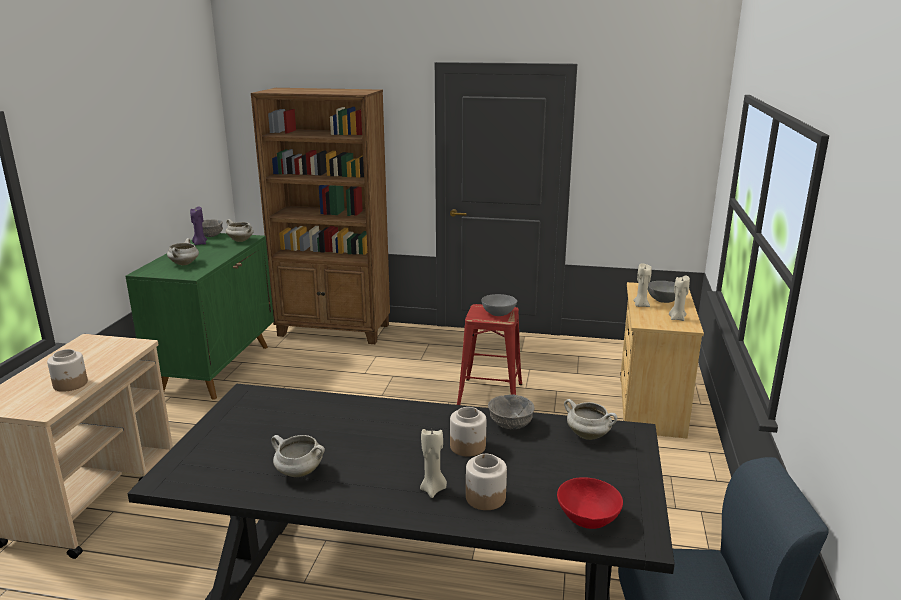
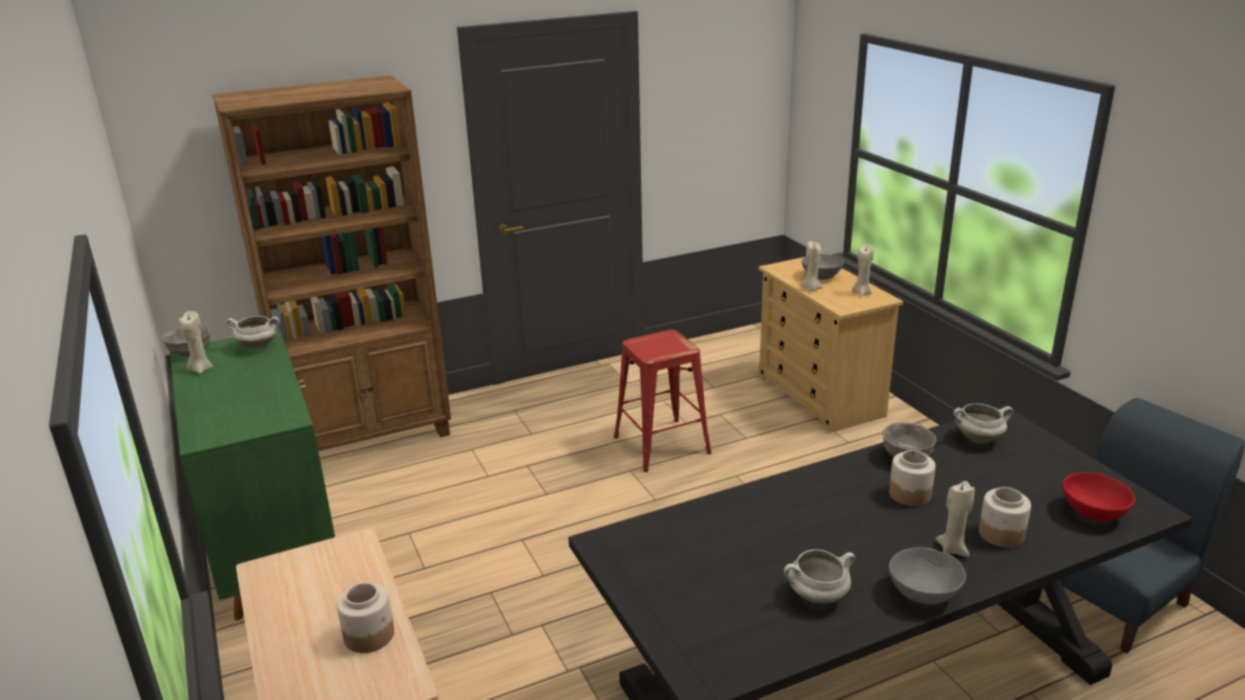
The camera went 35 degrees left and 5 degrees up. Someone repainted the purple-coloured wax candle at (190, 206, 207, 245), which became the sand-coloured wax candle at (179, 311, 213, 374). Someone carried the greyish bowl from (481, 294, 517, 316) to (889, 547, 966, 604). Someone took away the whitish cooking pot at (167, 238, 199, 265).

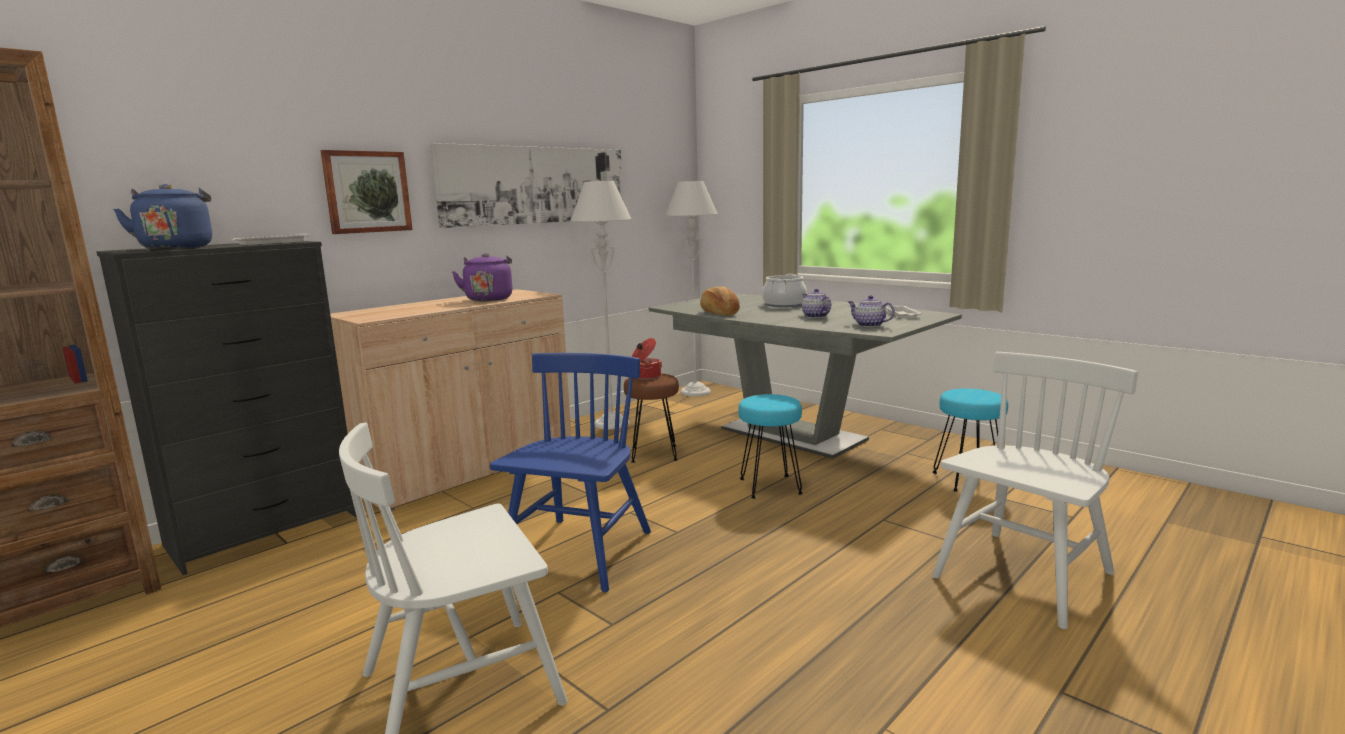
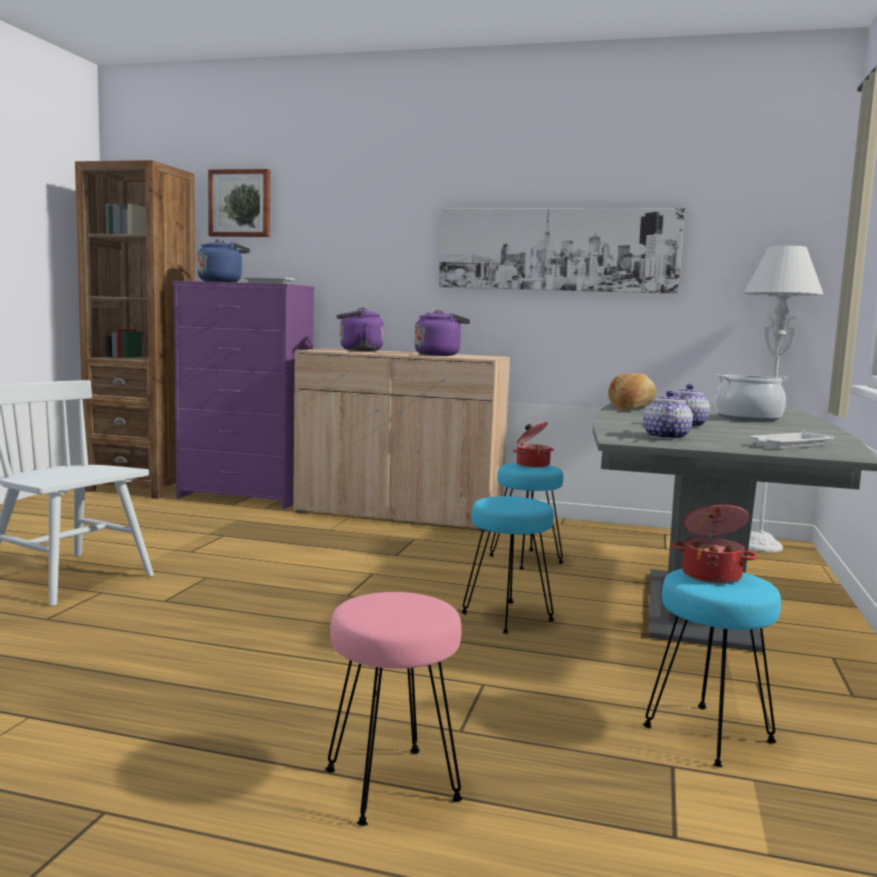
The camera went 60 degrees right and 5 degrees down. Someone repainted the black-coloured chest of drawers at (96, 241, 357, 575), which became the purple-coloured chest of drawers at (173, 281, 315, 509). Someone carried the wall picture from (320, 150, 413, 234) to (208, 169, 270, 237). Someone swapped the whitish upright chair at (932, 352, 1138, 629) for the pink stool at (325, 592, 463, 826). Someone put down the purple-coloured kettle at (336, 307, 384, 351). Someone repainted the brown stool at (624, 374, 679, 463), which became the turquoise-coloured stool at (489, 463, 564, 570). Someone put down the cooking pot at (672, 505, 758, 584). Someone took away the blue upright chair at (490, 353, 651, 592). Someone took away the greyish floor lamp at (570, 181, 632, 430).

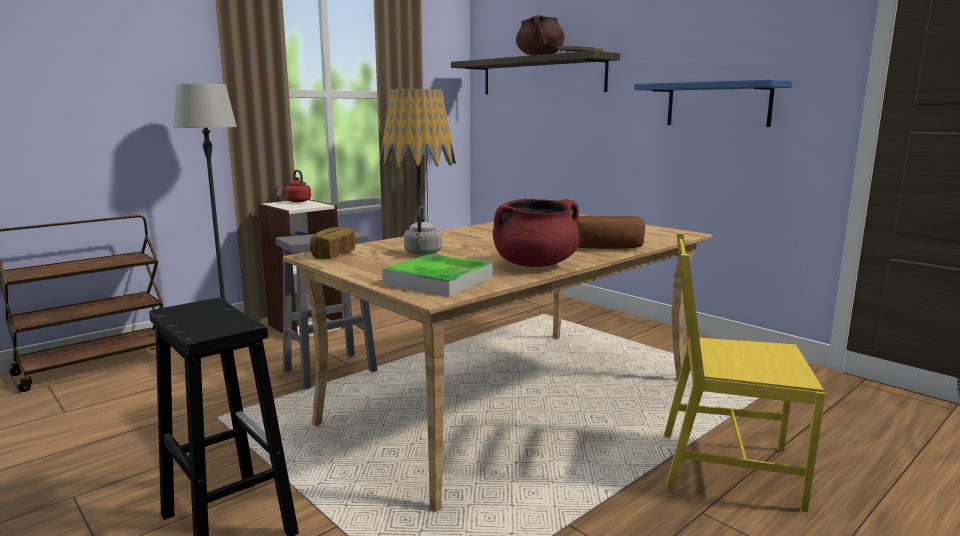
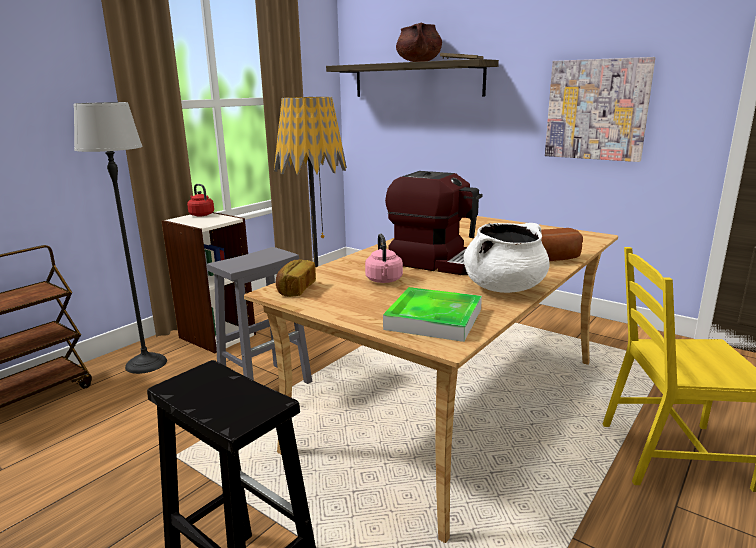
The camera went 10 degrees left and 5 degrees up. Someone repainted the greyish kettle at (404, 206, 442, 255), which became the pink kettle at (365, 234, 403, 283). Someone put down the coffee brewer at (385, 171, 483, 275). Someone repainted the red cooking pot at (493, 198, 579, 267), which became the whitish cooking pot at (464, 223, 550, 293). Someone swapped the blue bracket shelf at (634, 80, 792, 127) for the wall picture at (545, 57, 655, 162).

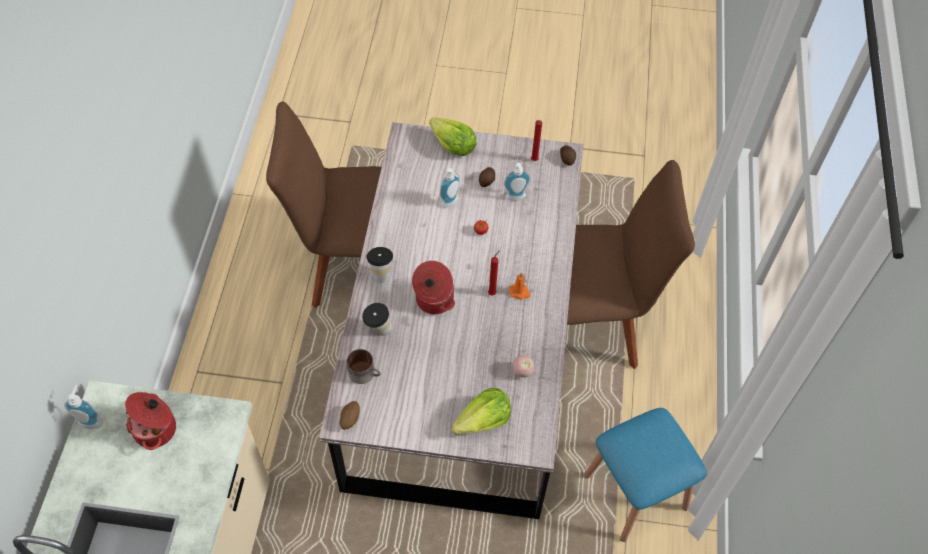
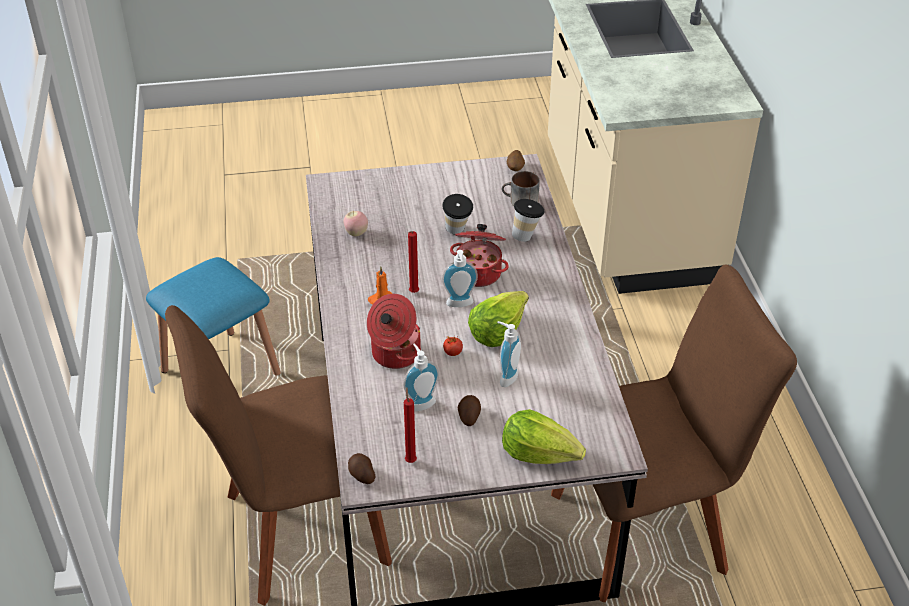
The camera went 165 degrees right and 15 degrees down. Someone carried the cooking pot from (125, 392, 176, 450) to (367, 294, 421, 369). Someone carried the drinking cup from (367, 247, 393, 283) to (442, 194, 473, 234). Someone carried the soap dispenser from (64, 385, 103, 429) to (442, 250, 478, 307). Someone carried the lettuce from (451, 388, 511, 435) to (468, 291, 529, 347).

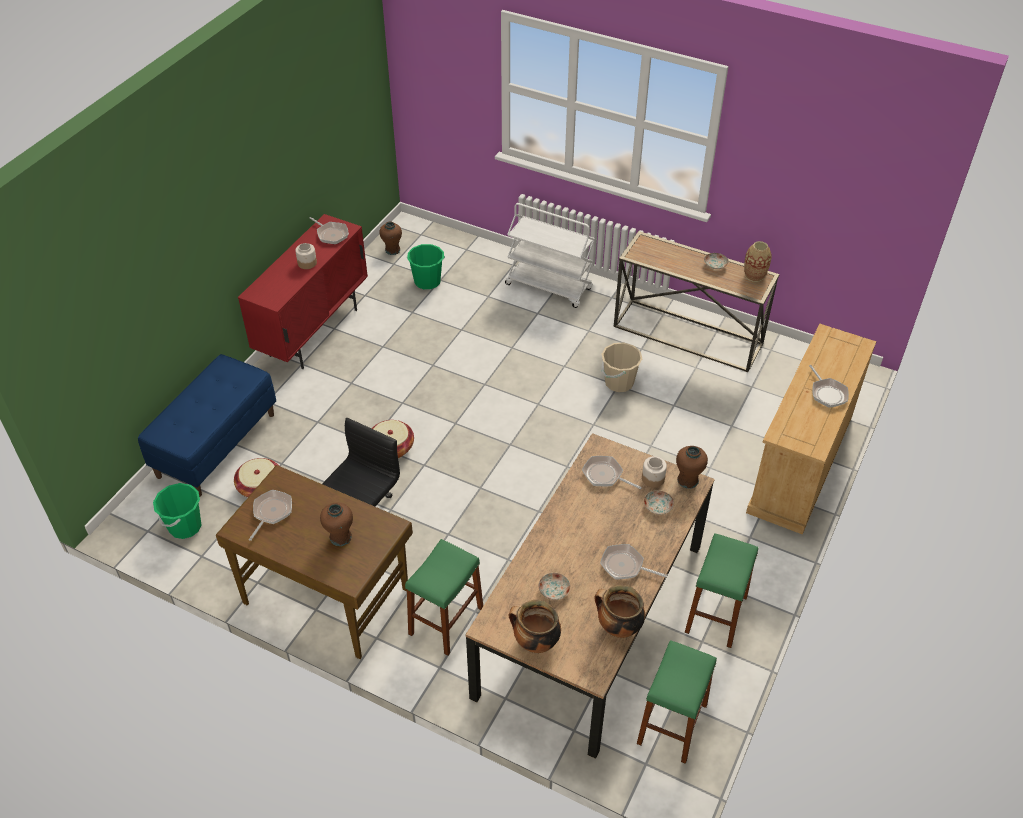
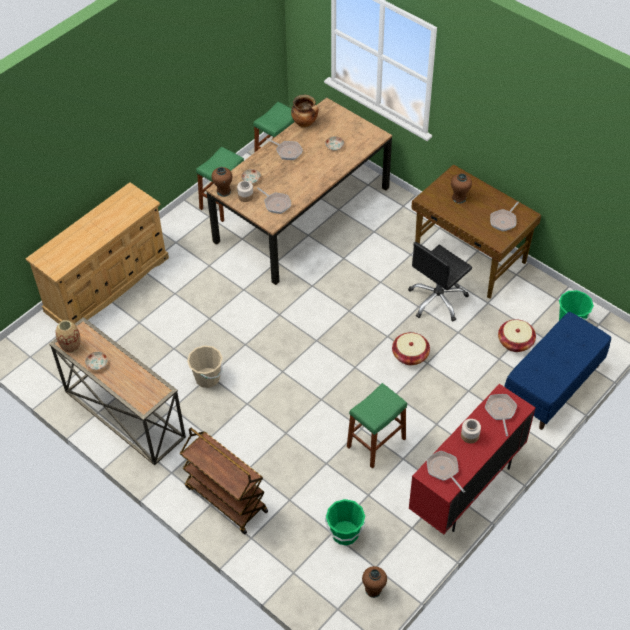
The camera went 165 degrees left and 5 degrees up. Someone repainted the whitish trolley at (505, 203, 595, 308), which became the brown trolley at (180, 428, 268, 534). Someone carried the green-coloured stool from (405, 539, 483, 656) to (347, 383, 407, 469). Someone carried the pan from (809, 365, 849, 408) to (485, 394, 517, 436). Someone took away the cooking pot at (508, 600, 561, 653).

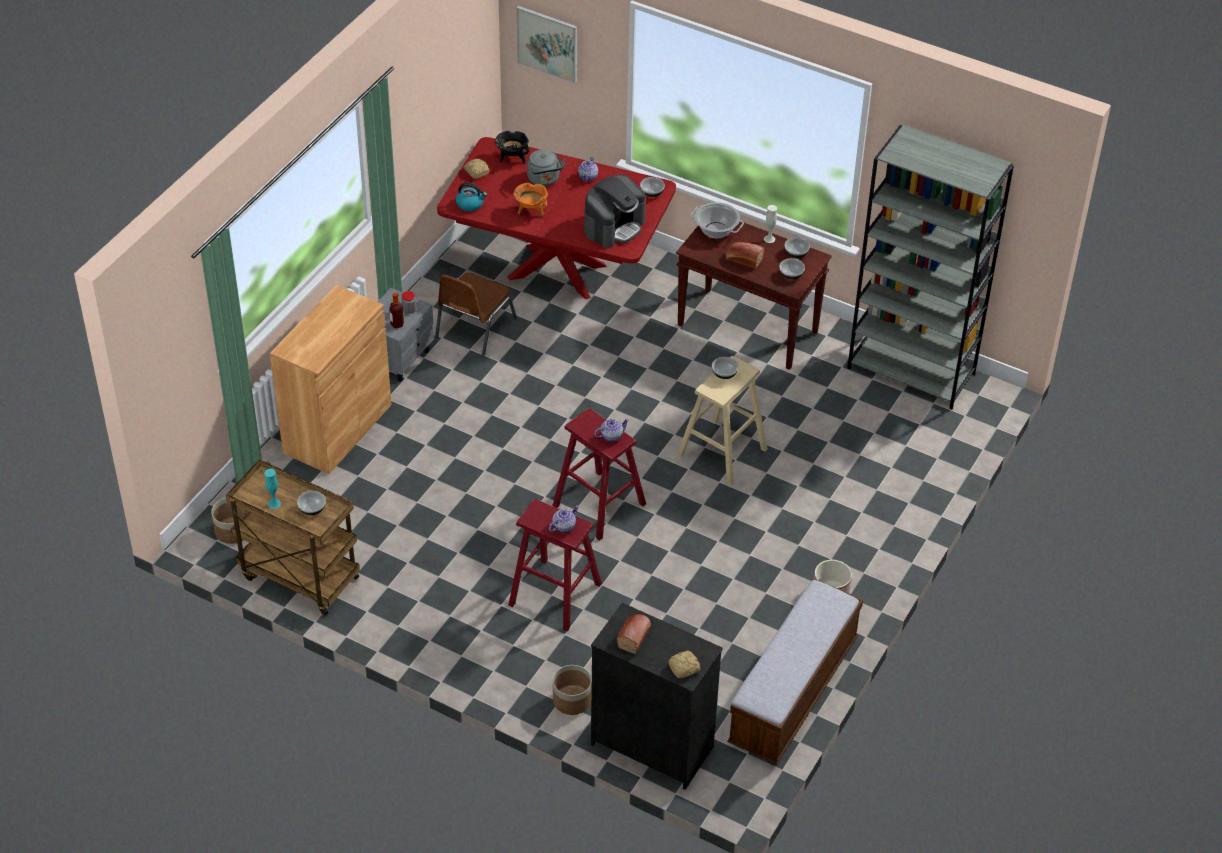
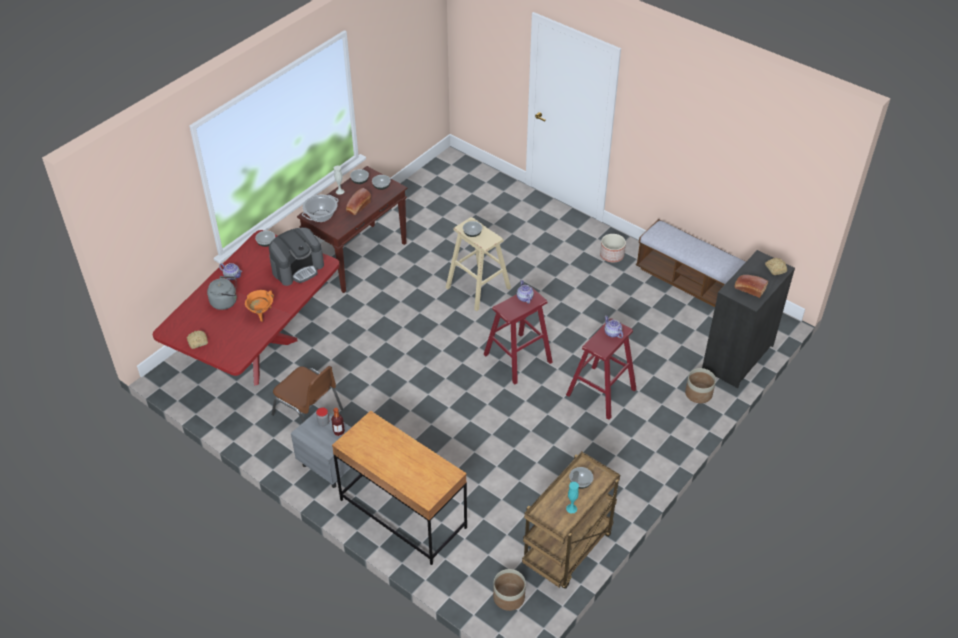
The camera went 80 degrees left and 0 degrees up. Someone rotated the coffee brewer at (584, 174, 646, 248) by 90 degrees clockwise. Someone swapped the brown storage cabinet at (270, 285, 392, 474) for the brown desk unit at (332, 411, 467, 565). Someone took away the kettle at (456, 183, 487, 211). Someone took away the black-coloured cooking pot at (495, 131, 529, 163). Someone took away the wall picture at (516, 6, 577, 84). Someone took away the greyish shelving unit at (847, 125, 1014, 409).

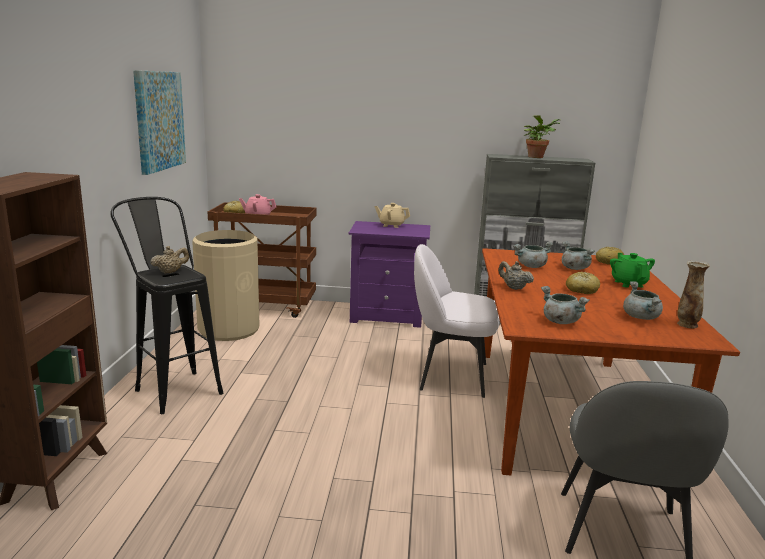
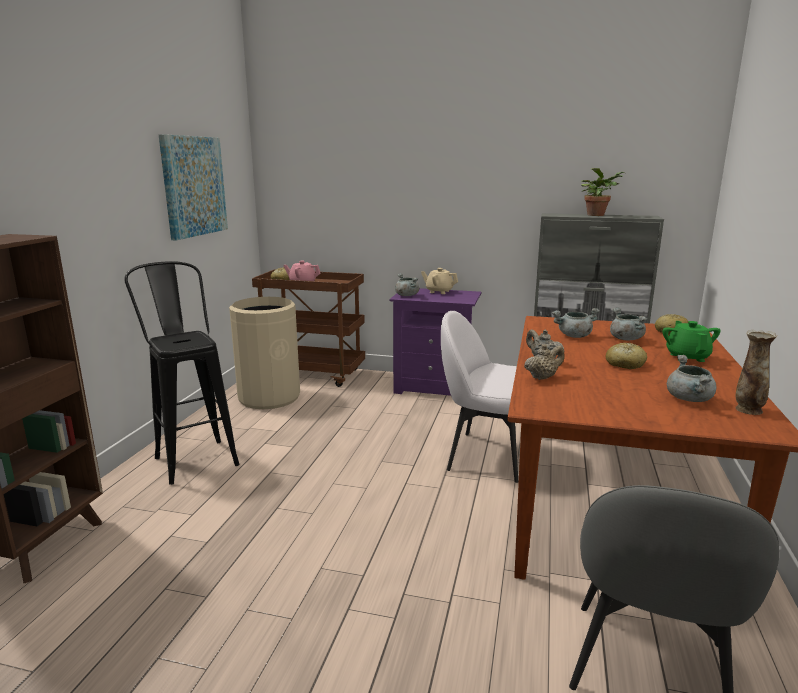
The camera went 10 degrees right and 0 degrees up. Someone carried the greyish cooking pot from (541, 286, 590, 324) to (395, 273, 420, 296). Someone carried the sand-coloured teapot from (151, 246, 189, 274) to (524, 344, 565, 380).

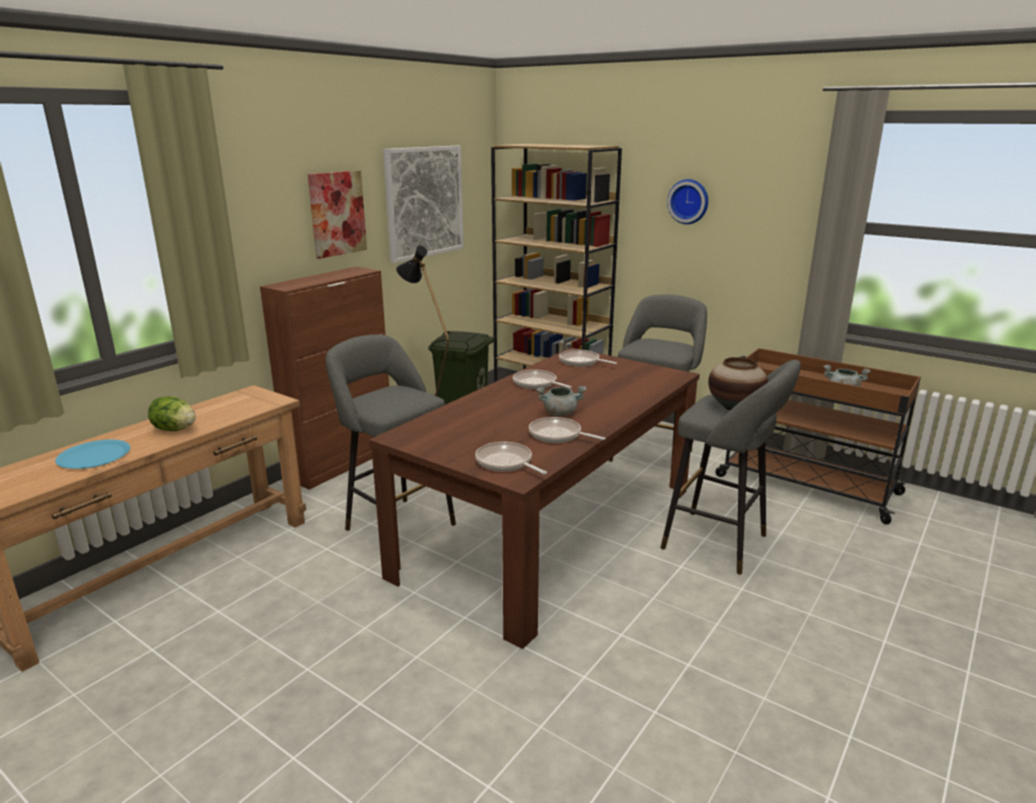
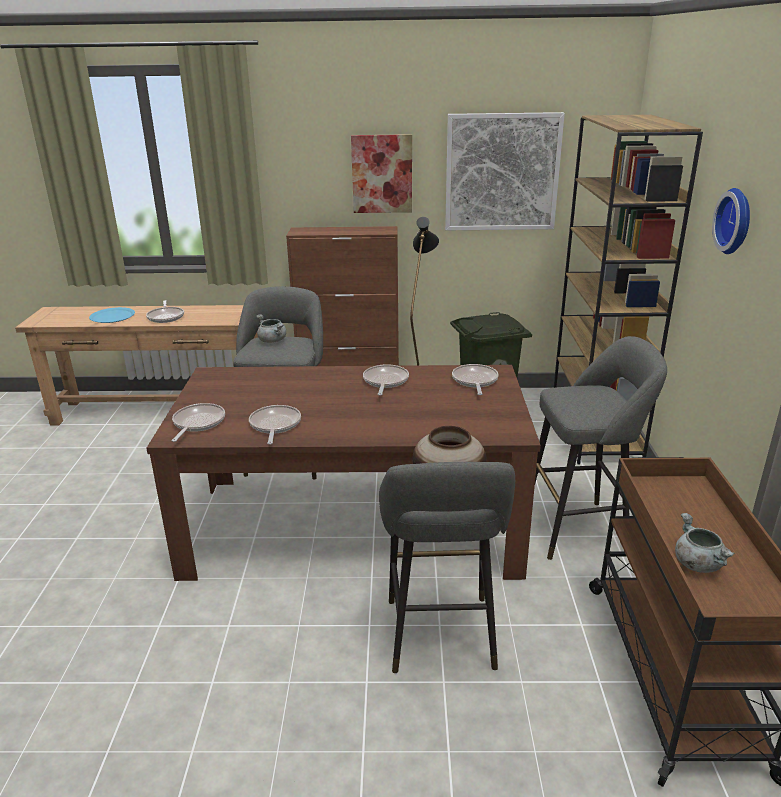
The camera went 55 degrees right and 5 degrees up. Someone swapped the lettuce at (148, 396, 196, 431) for the pan at (146, 300, 184, 323). Someone carried the greyish cooking pot from (536, 386, 587, 416) to (256, 314, 286, 343).

